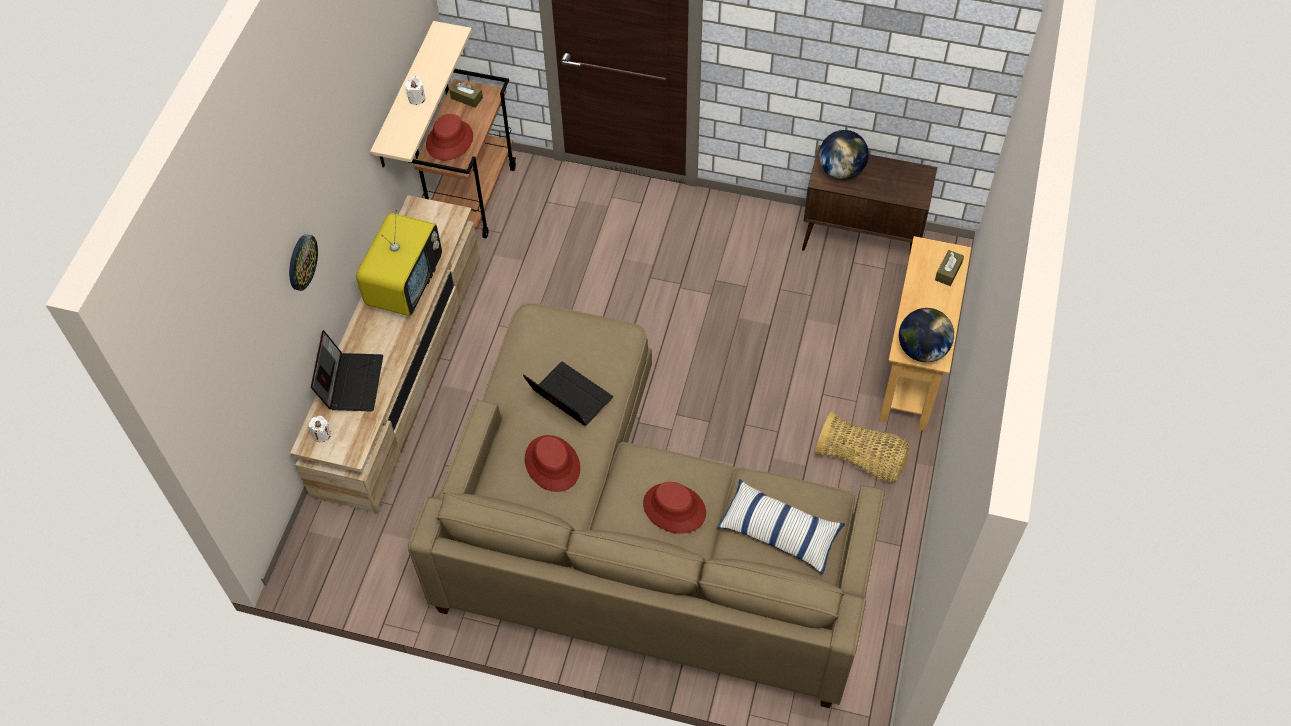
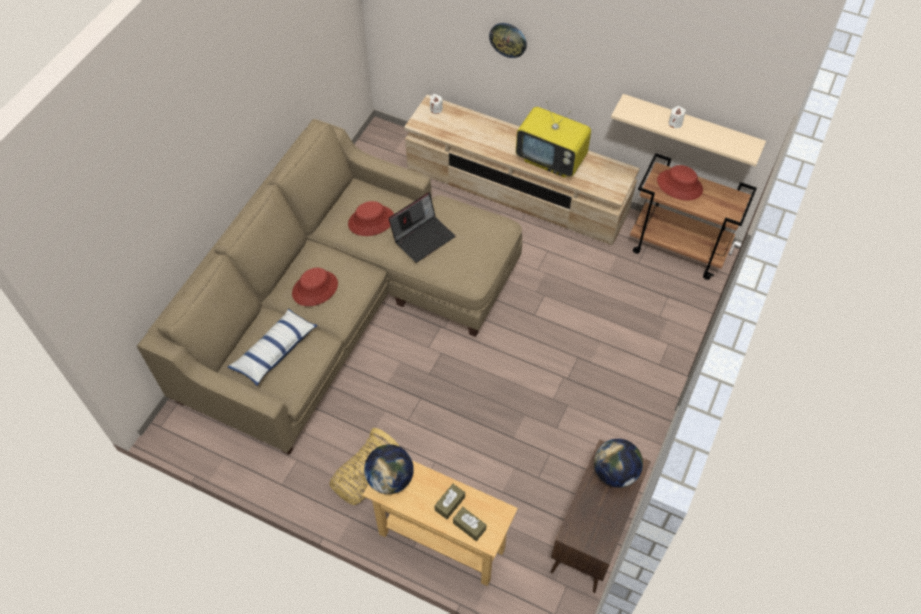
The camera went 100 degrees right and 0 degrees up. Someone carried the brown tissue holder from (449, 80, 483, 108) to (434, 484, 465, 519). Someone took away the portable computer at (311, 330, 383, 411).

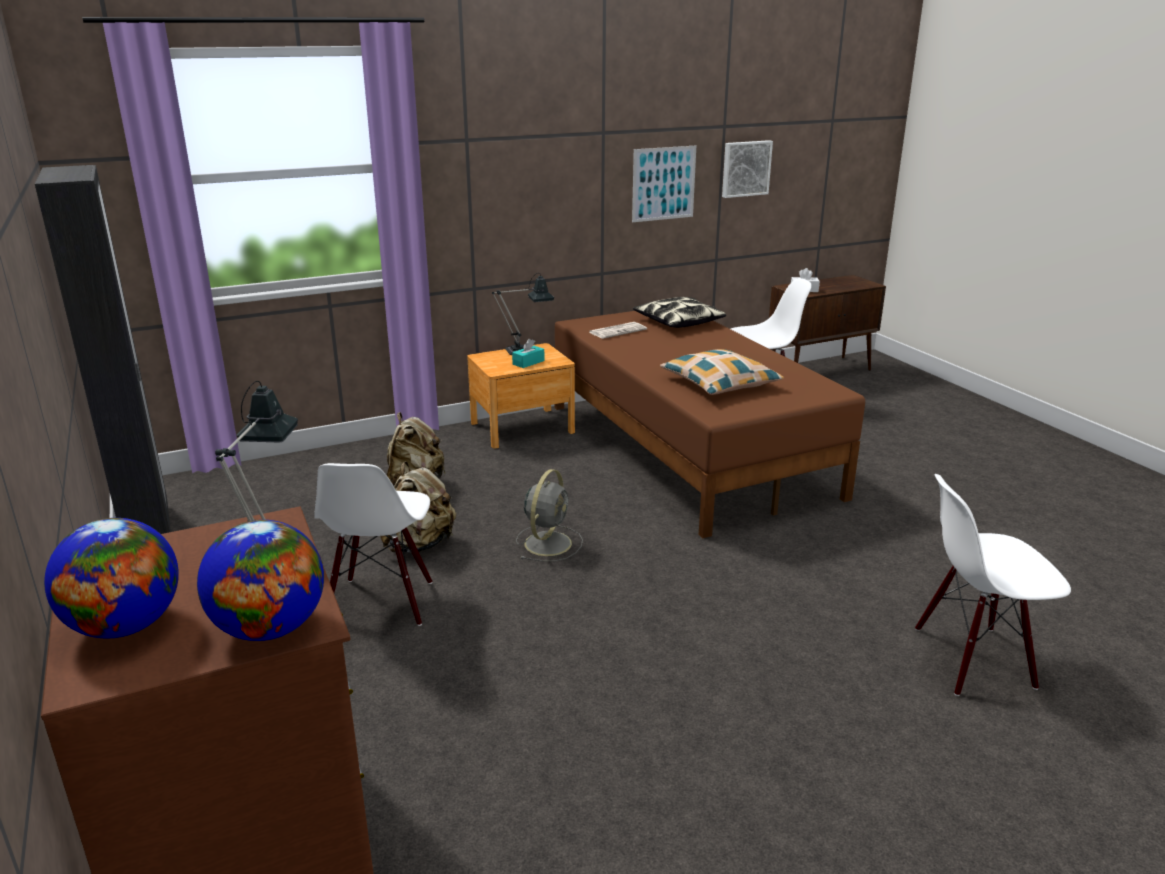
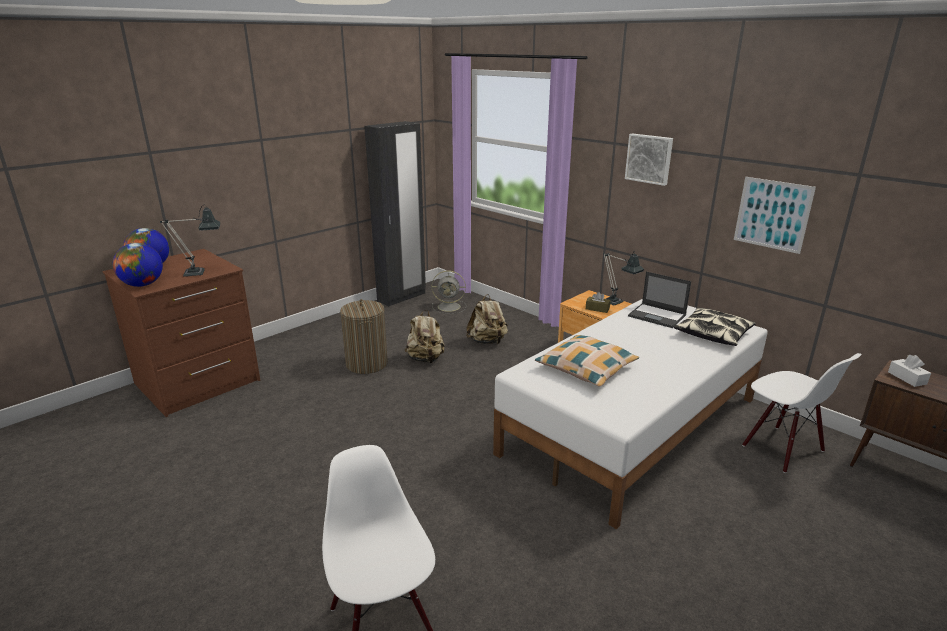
The camera went 70 degrees right and 0 degrees up. Someone swapped the whitish upright chair at (314, 463, 432, 626) for the hamper at (340, 299, 388, 374). Someone carried the greyish electric fan from (516, 469, 583, 561) to (432, 271, 466, 314). Someone repainted the brown sleeping bed at (555, 311, 865, 538), which became the whitish sleeping bed at (493, 299, 768, 529). Someone repainted the turquoise-coloured tissue holder at (512, 339, 545, 368), which became the brown tissue holder at (586, 292, 611, 313). Someone carried the wall picture from (722, 140, 773, 198) to (625, 133, 673, 186). Someone swapped the printed paper at (589, 322, 647, 339) for the portable computer at (628, 272, 691, 328).

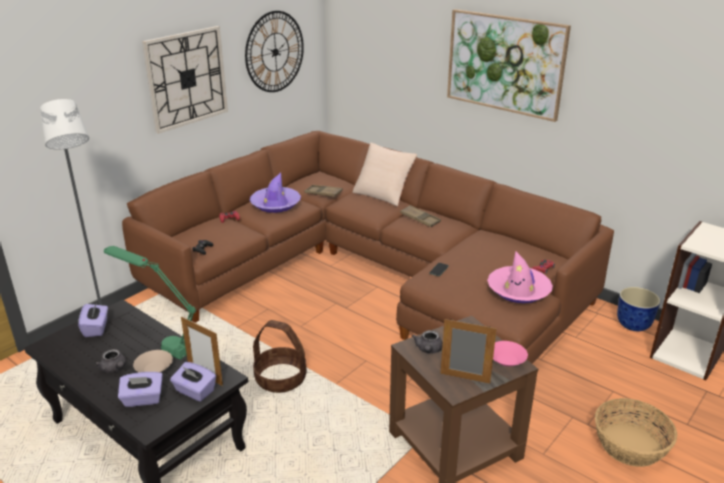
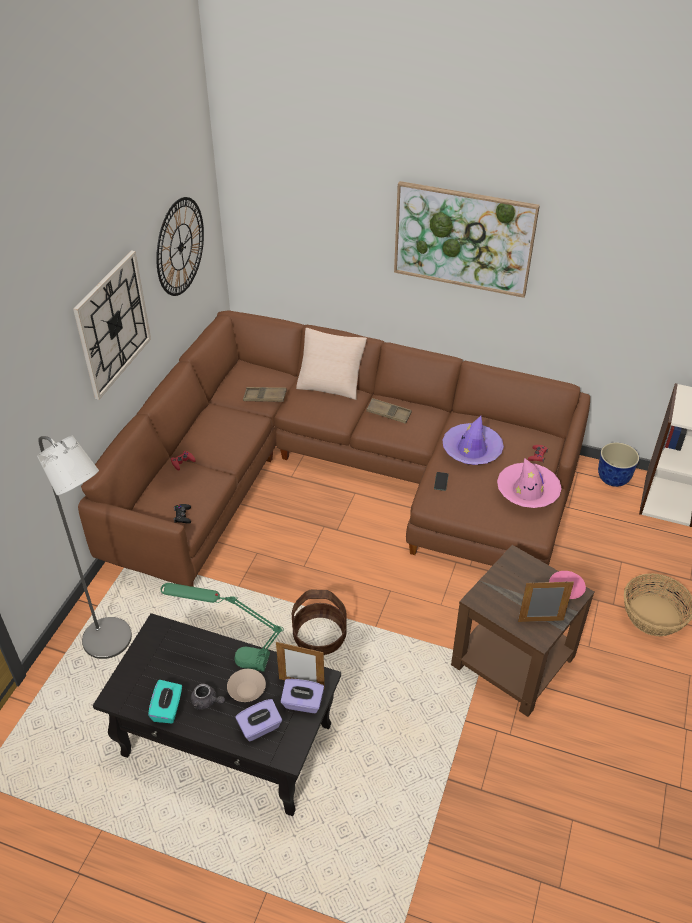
The camera went 20 degrees left and 15 degrees up. Someone put down the turquoise-coloured tissue holder at (148, 680, 182, 723). Someone carried the purple-coloured wearable hat from (250, 173, 301, 213) to (442, 416, 504, 465). Someone took away the purple-coloured tissue holder at (78, 302, 108, 337). Someone took away the greyish teapot at (412, 330, 443, 354).

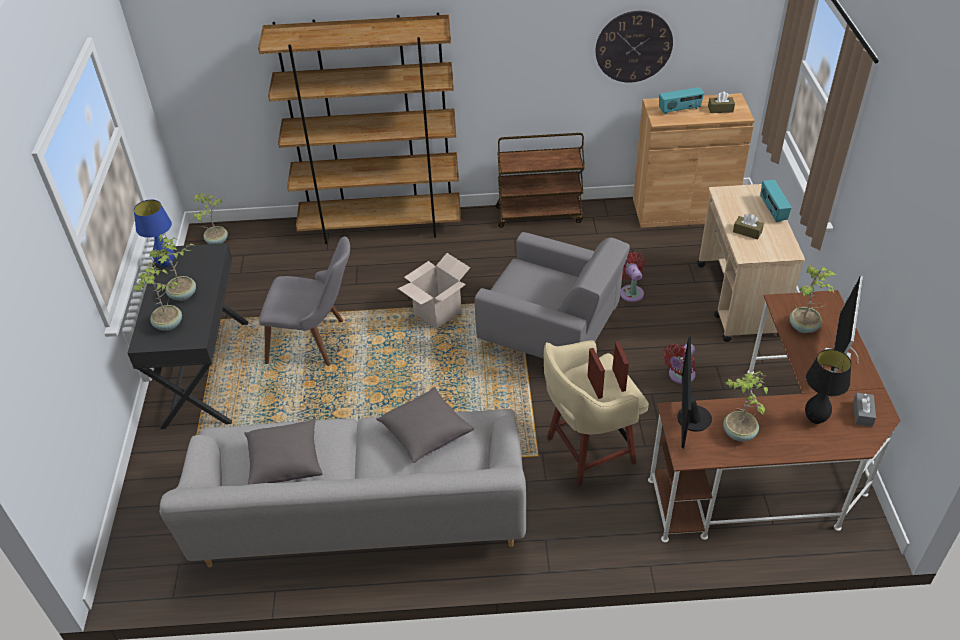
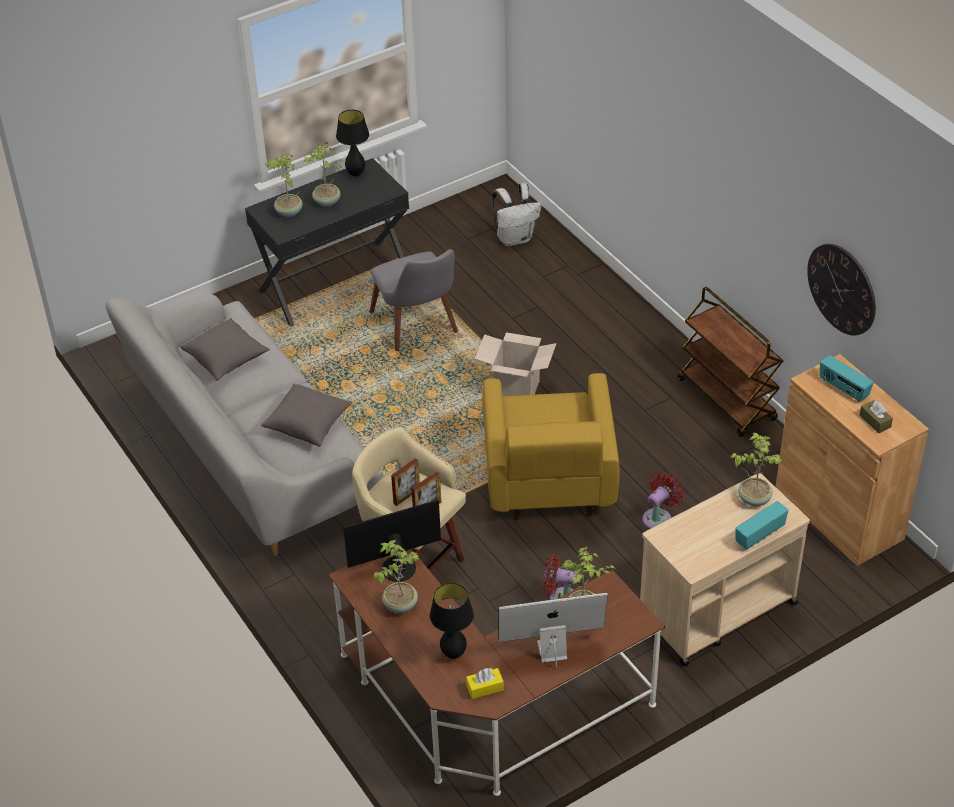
The camera went 60 degrees right and 0 degrees up. Someone repainted the blue table lamp at (134, 200, 175, 267), which became the black-coloured table lamp at (336, 110, 369, 177). Someone repainted the greyish tissue holder at (853, 393, 876, 427), which became the yellow-coloured tissue holder at (466, 668, 504, 699). Someone repainted the greyish lounge chair at (475, 232, 630, 359), which became the yellow-coloured lounge chair at (482, 373, 620, 521). Someone put down the whitish backpack at (492, 183, 541, 246). Someone carried the plant in a pot from (192, 193, 228, 244) to (730, 433, 783, 506). Someone took away the brown shelving unit at (258, 12, 461, 244). Someone took away the brown tissue holder at (733, 214, 764, 240).

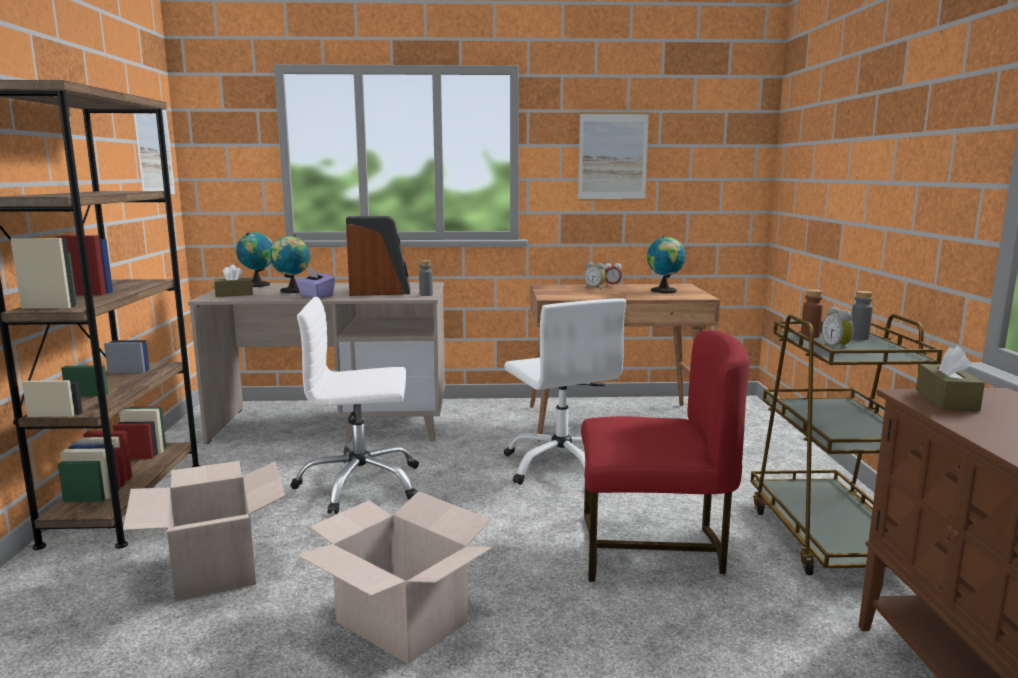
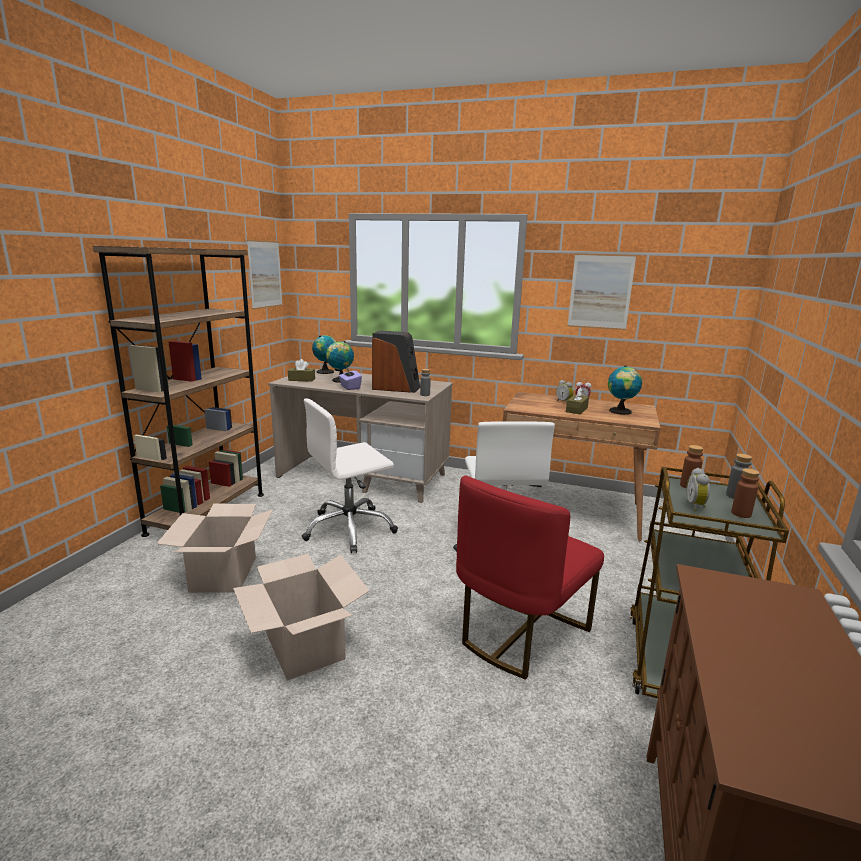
The camera went 20 degrees right and 5 degrees up. Someone rotated the whitish desk chair at (291, 297, 419, 514) by 45 degrees counterclockwise. Someone rotated the red upright chair at (581, 330, 749, 582) by 105 degrees clockwise. Someone carried the brown tissue holder from (916, 346, 985, 411) to (566, 387, 589, 414). Someone put down the brown beverage bottle at (731, 468, 759, 518).

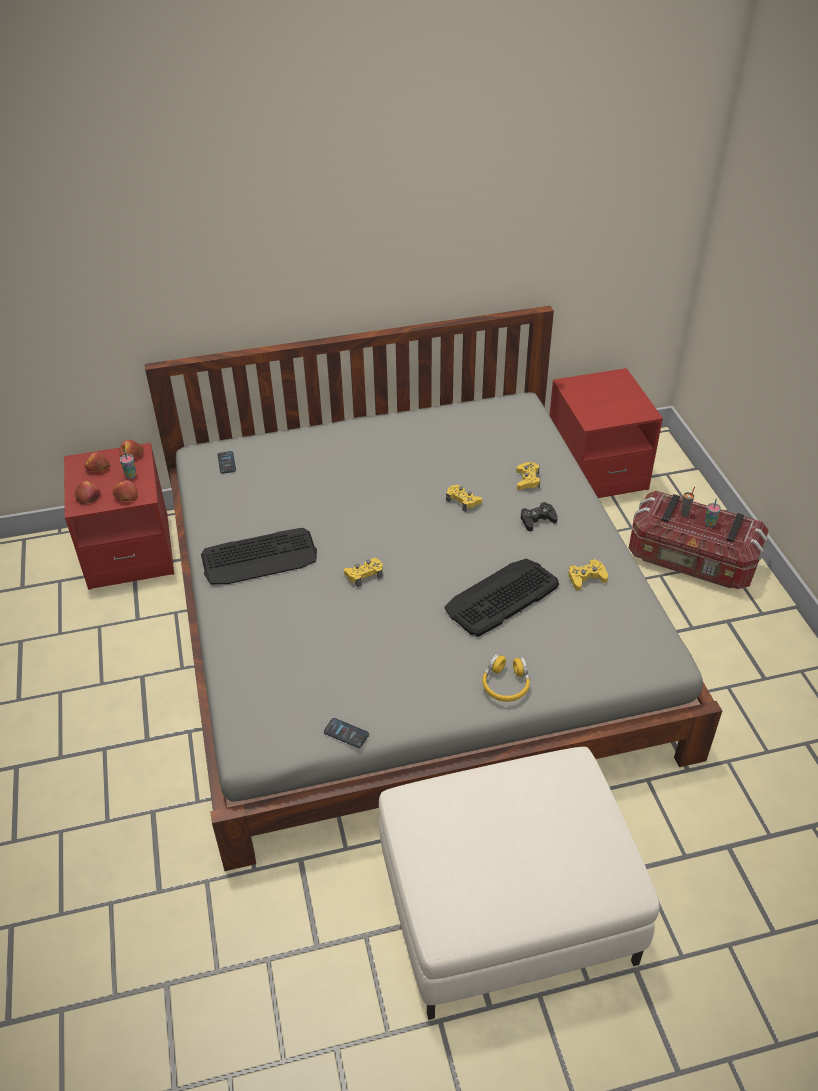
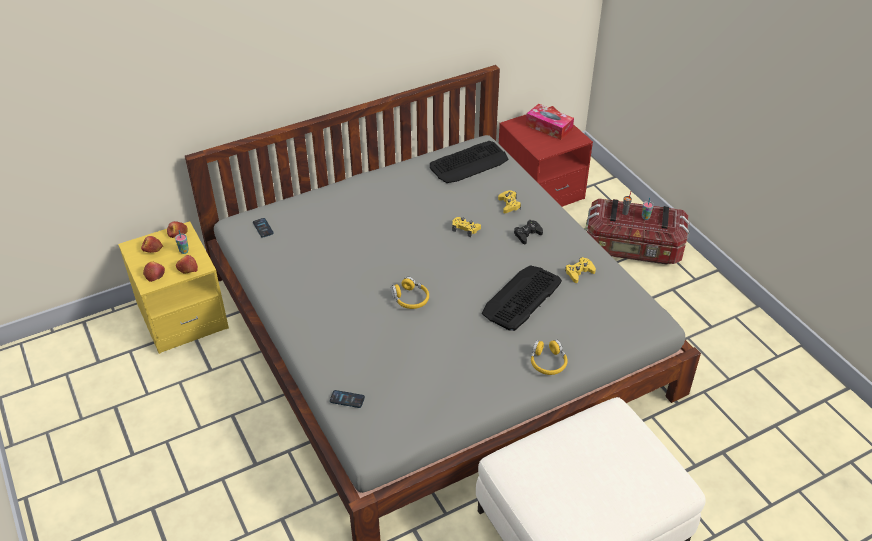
The camera went 15 degrees left and 0 degrees up. Someone repainted the red bedside table at (64, 443, 174, 590), which became the yellow-coloured bedside table at (118, 221, 229, 354). Someone carried the handset from (324, 718, 369, 748) to (330, 390, 365, 408). Someone swapped the yellow-coloured game controller at (344, 558, 383, 587) for the yellow-coloured headset at (391, 277, 429, 309). Someone carried the PC keyboard from (201, 528, 317, 584) to (430, 141, 509, 183). Someone put down the tissue holder at (526, 104, 574, 140).

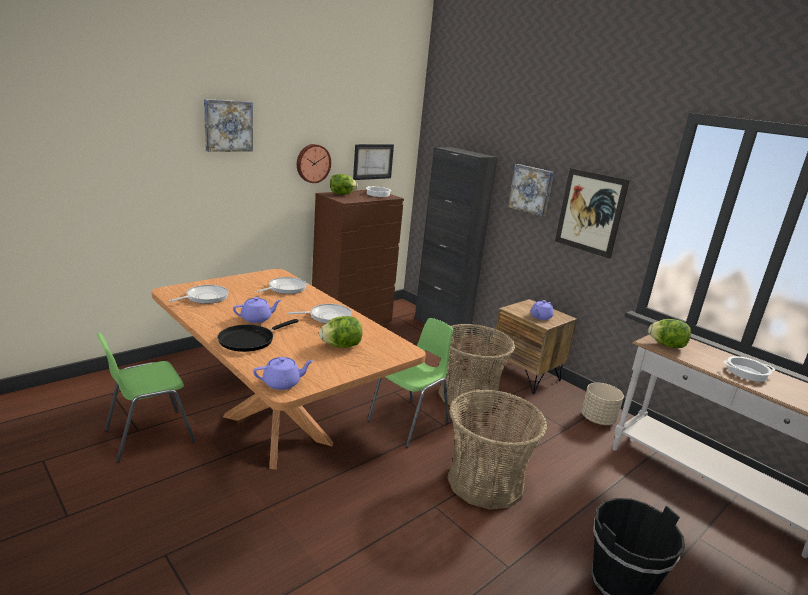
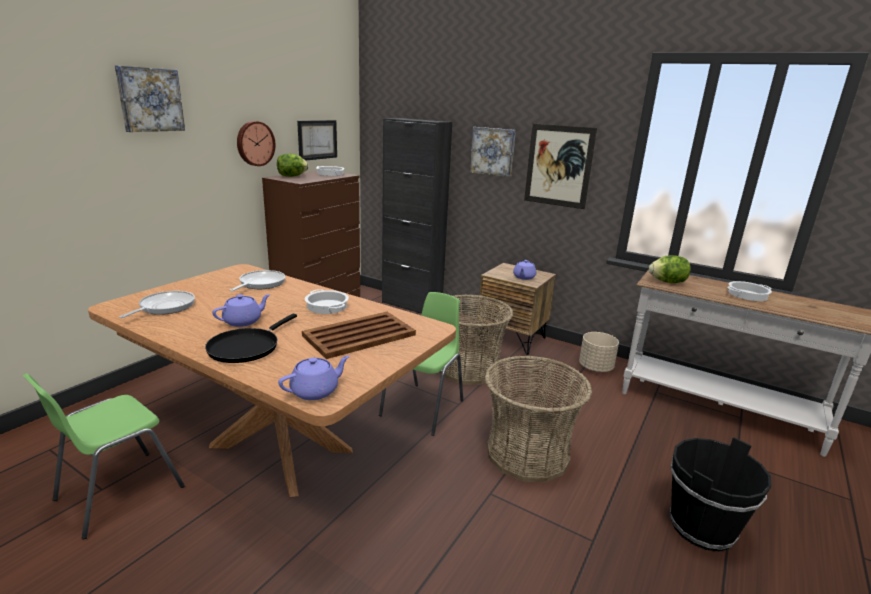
The camera went 15 degrees left and 0 degrees up. Someone swapped the lettuce at (319, 316, 362, 348) for the brown tray at (302, 312, 416, 359). Someone swapped the pan at (288, 304, 352, 324) for the cooking pot at (305, 289, 349, 314).

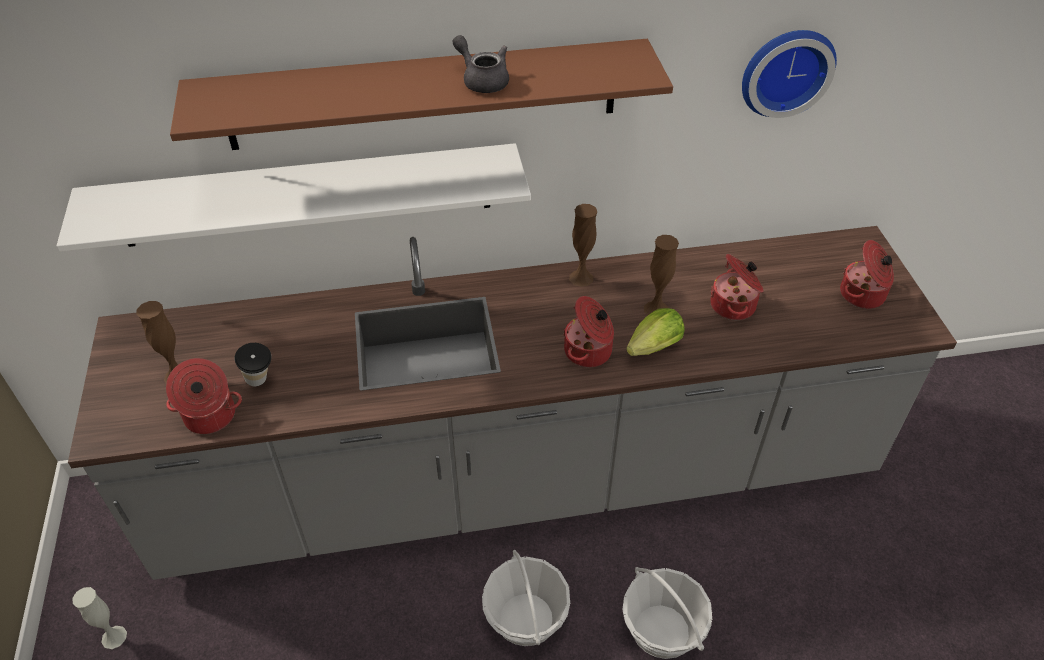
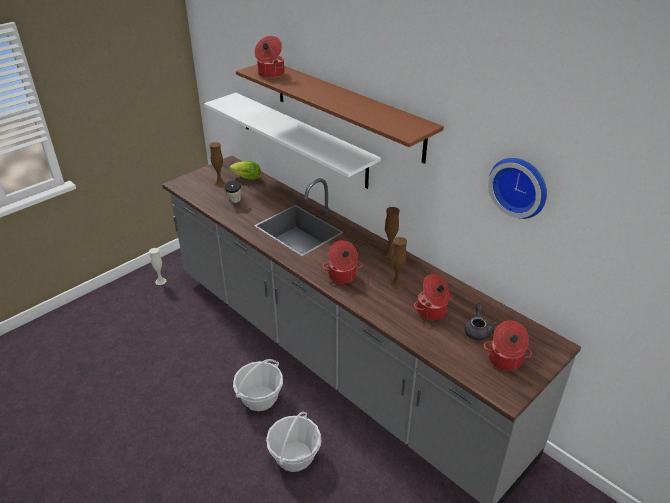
The camera went 55 degrees right and 10 degrees down. Someone carried the lettuce from (626, 308, 684, 356) to (229, 161, 261, 180). Someone carried the cooking pot from (166, 358, 242, 434) to (254, 36, 284, 78). Someone carried the greyish teapot from (453, 35, 509, 93) to (464, 303, 498, 341).

